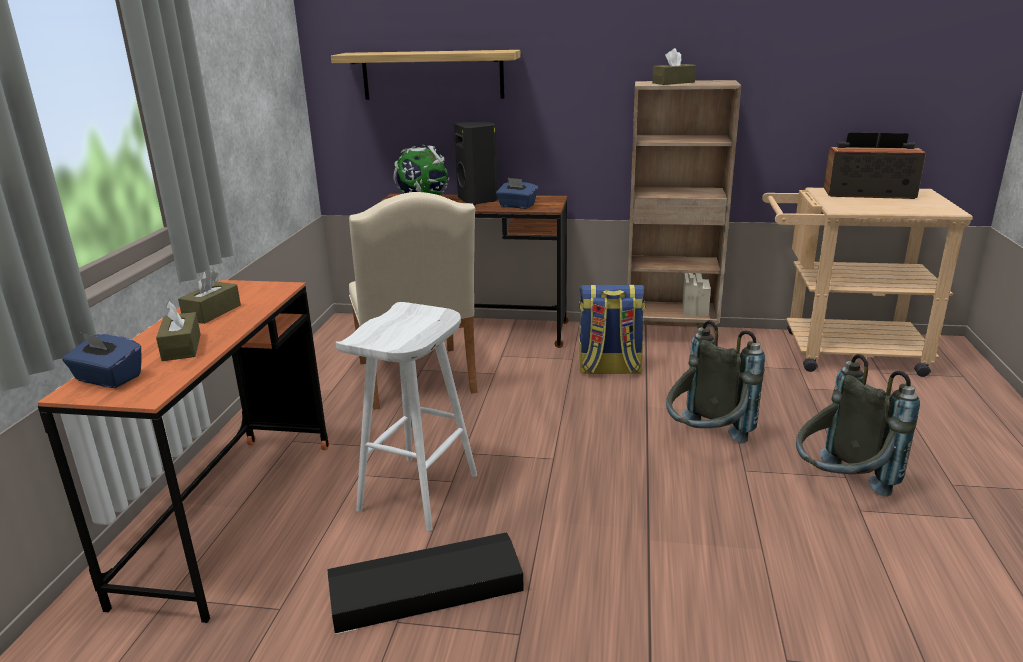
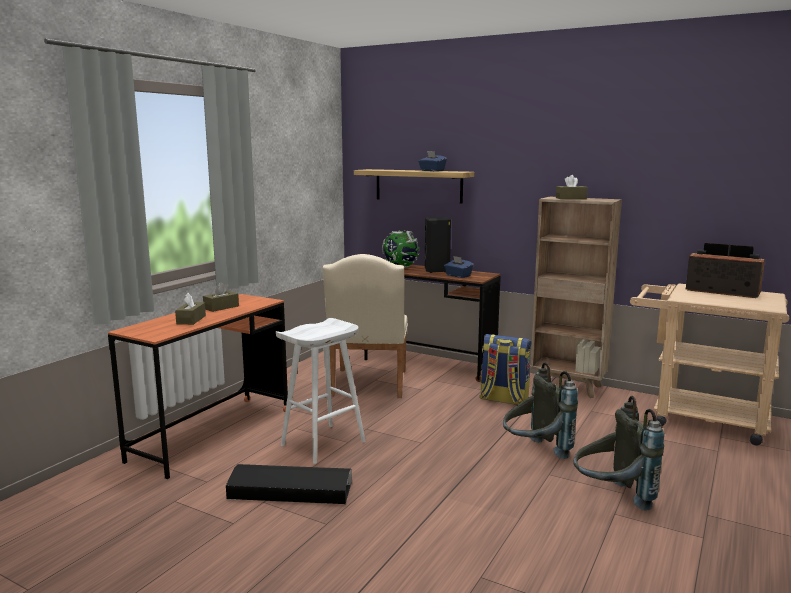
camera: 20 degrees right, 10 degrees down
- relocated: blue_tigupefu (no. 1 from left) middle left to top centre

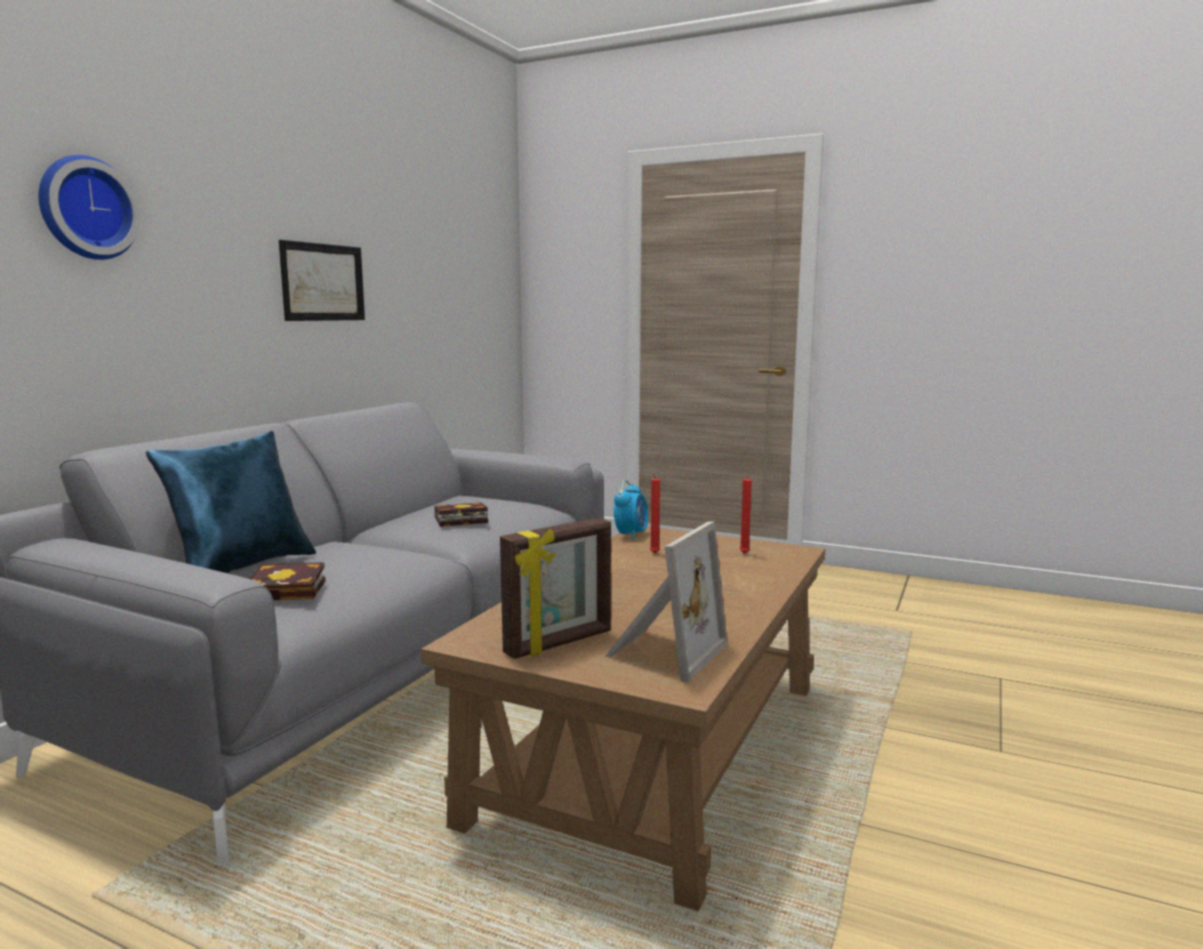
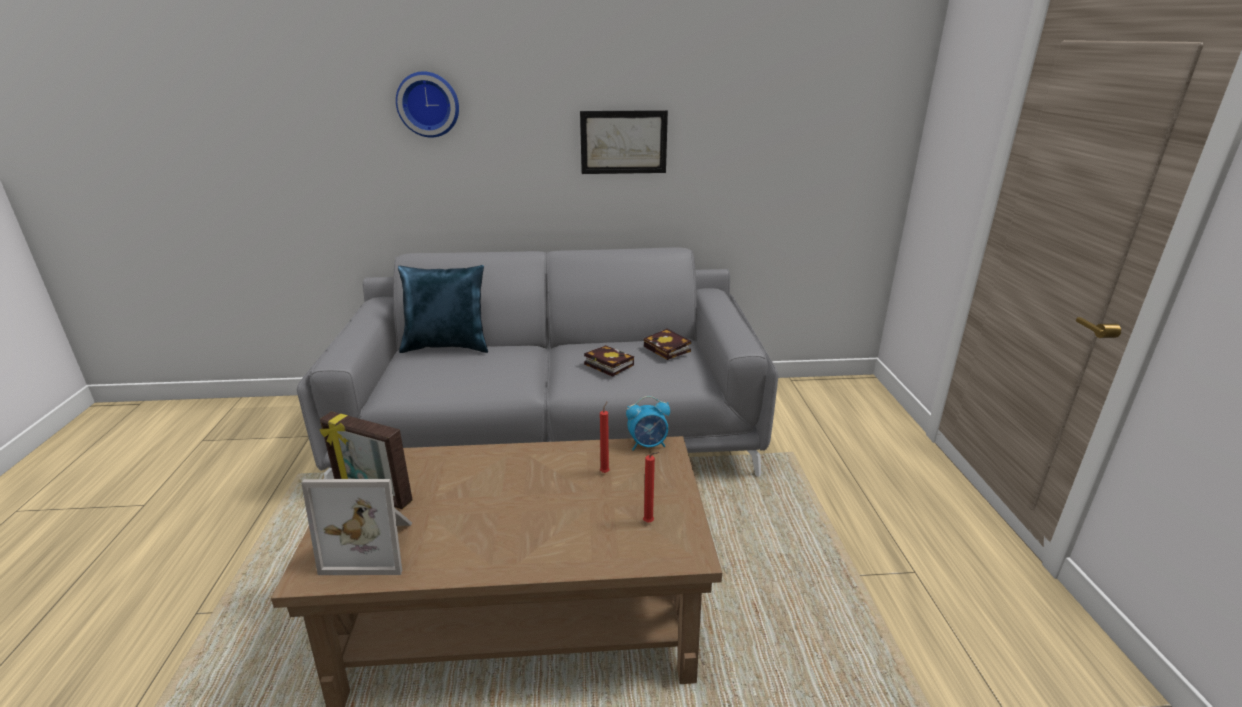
camera: 60 degrees right, 15 degrees up
- relocated: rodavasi (no. 1 from left in the first image) middle left to rodavasi (no. 2 from left) centre

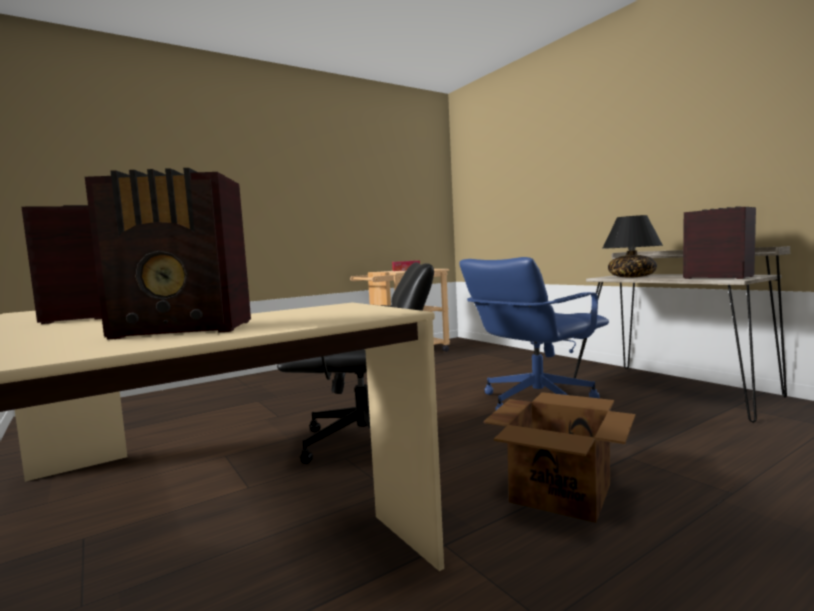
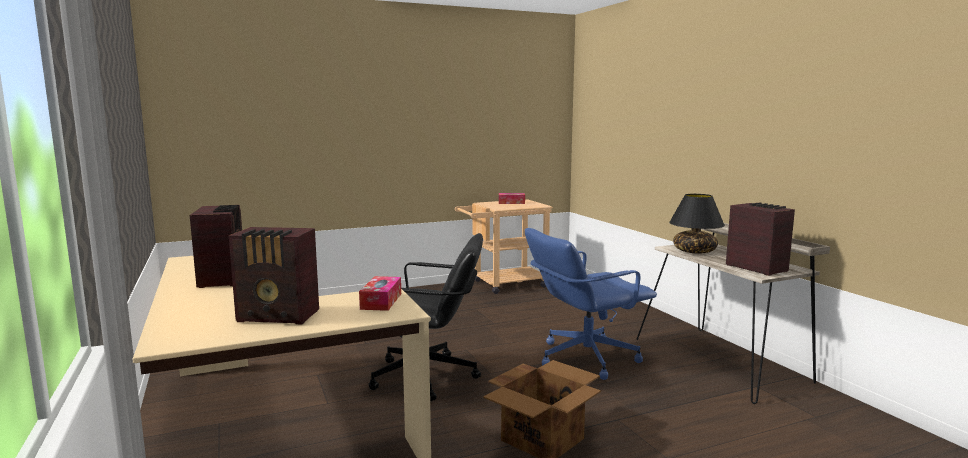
camera: 10 degrees right, 5 degrees up
- appeared: tigupefu (no. 1 from left) centre

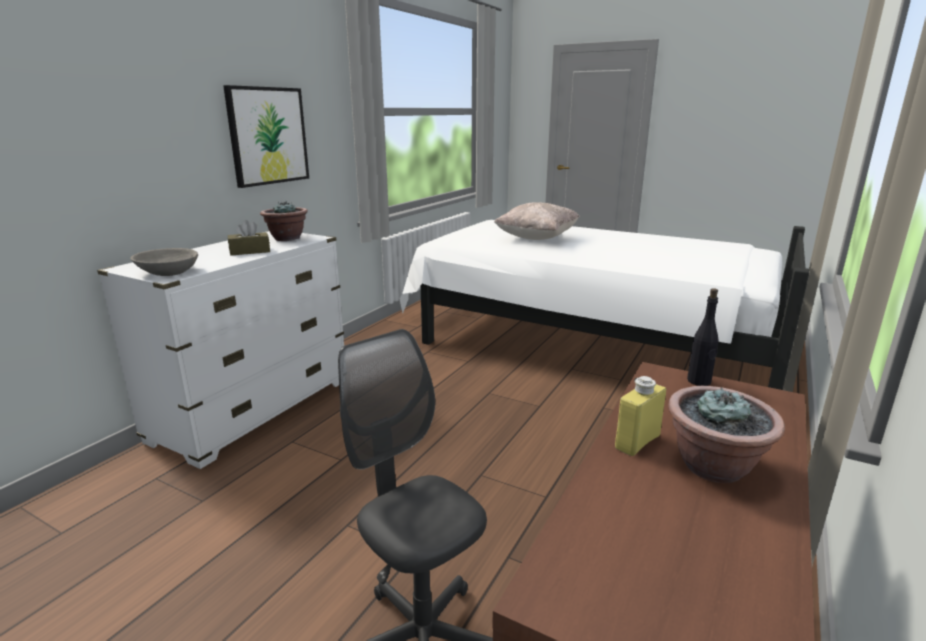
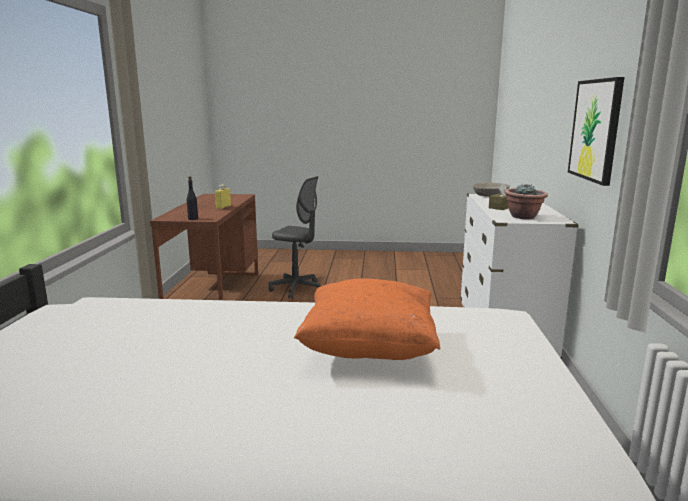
camera: 155 degrees right, 5 degrees down
- missing: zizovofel (no. 2 from left) bottom right
- colour: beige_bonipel centre to orange_bonipel centre

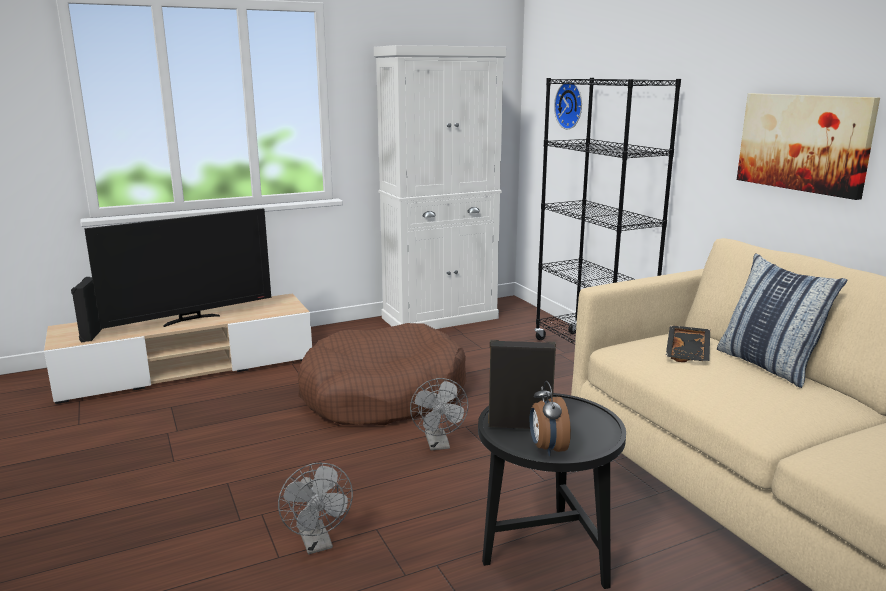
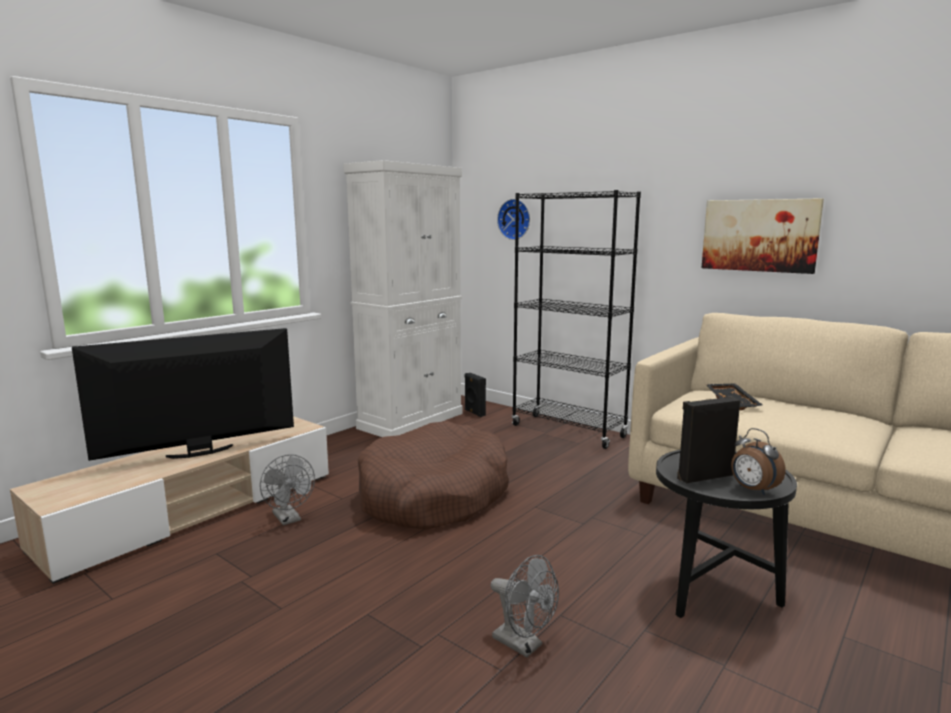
camera: 25 degrees left, 5 degrees down
- missing: bonipel middle right
- relocated: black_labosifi (no. 1 from left) middle left to centre
- relocated: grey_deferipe (no. 2 from left in the first image) bottom centre to grey_deferipe (no. 1 from left) bottom left
- spun: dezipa middle left = middle left 150 degrees counterclockwise

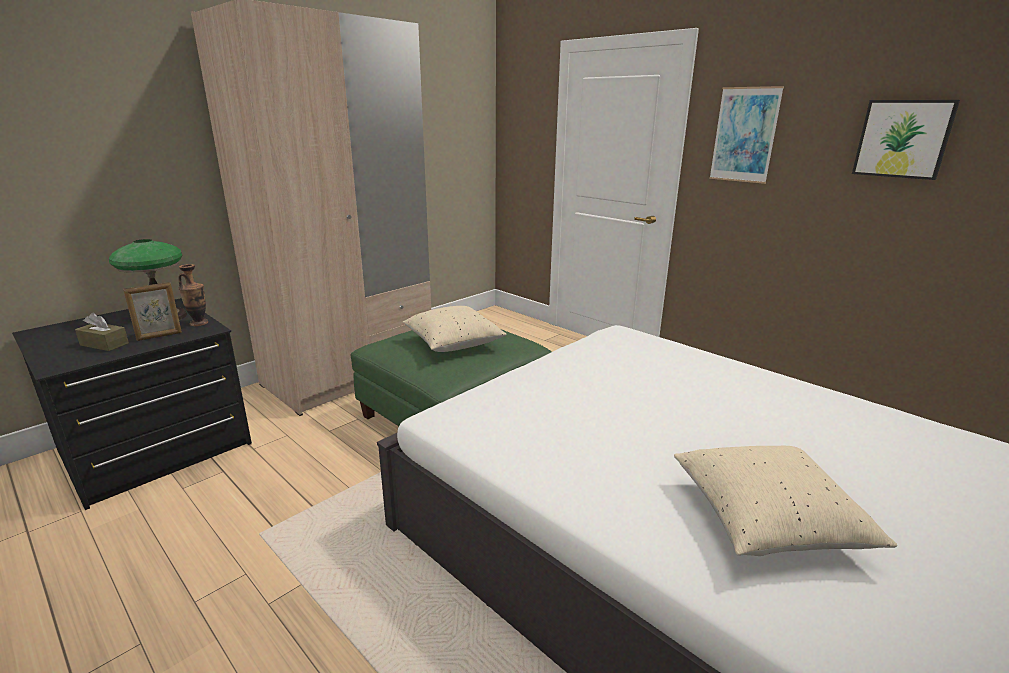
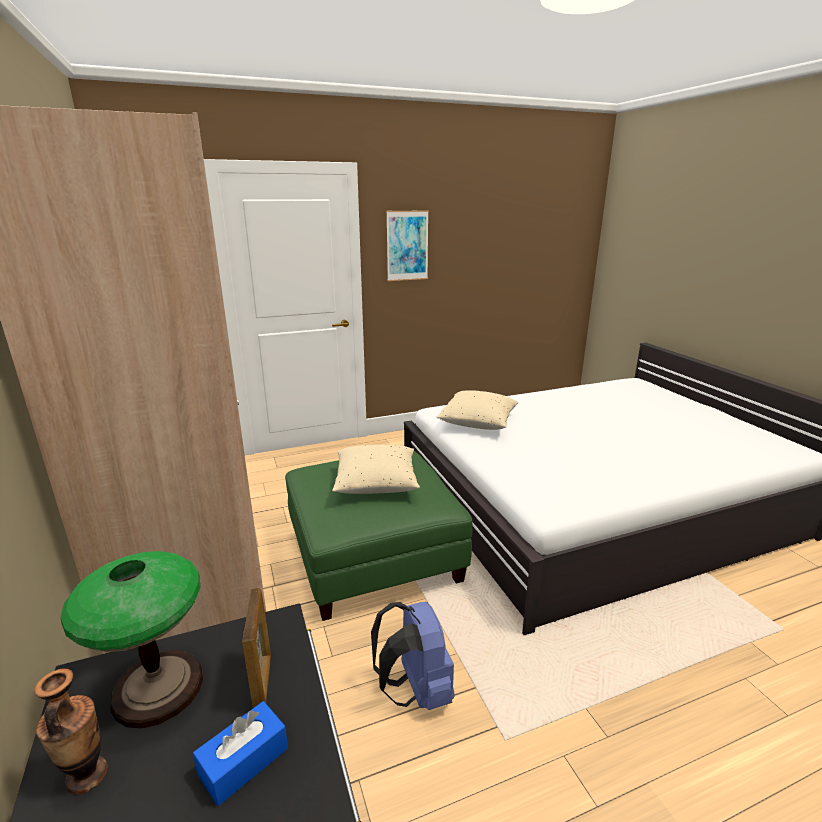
camera: 65 degrees left, 0 degrees up
- missing: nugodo (no. 2 from left) top right
- appeared: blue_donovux bottom centre
- relocated: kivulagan middle left to bottom left
- relocated: beige_bonipel (no. 2 from left) bottom right to centre
- colour: brown_tigupefu middle left to blue_tigupefu bottom left

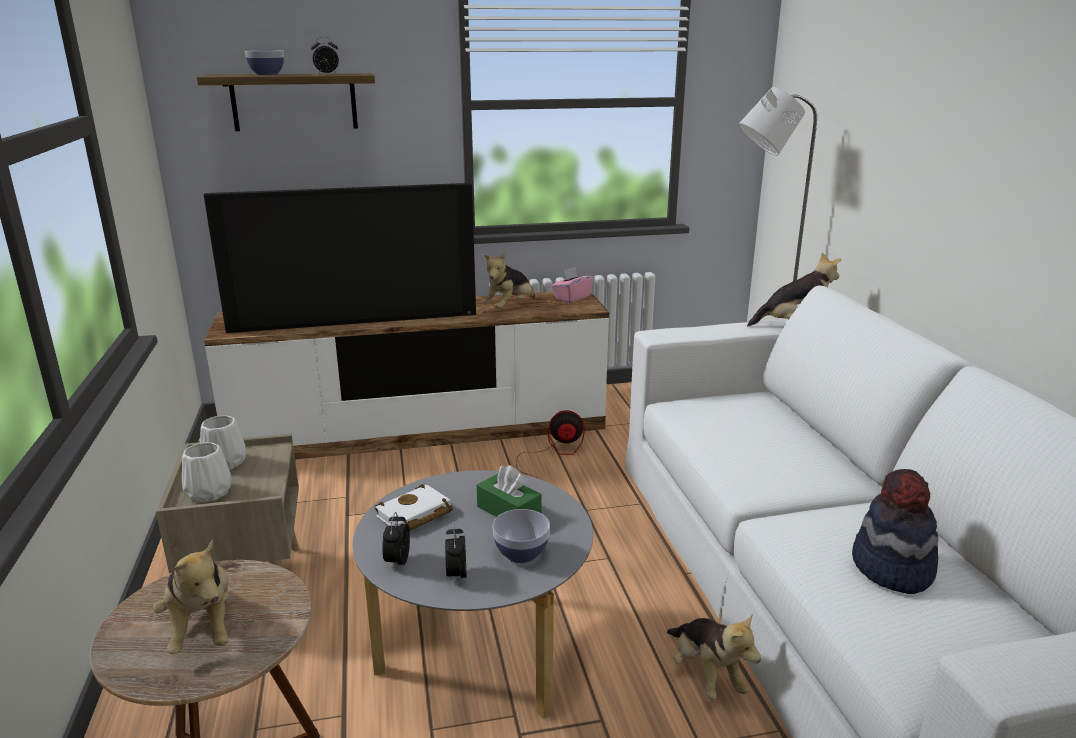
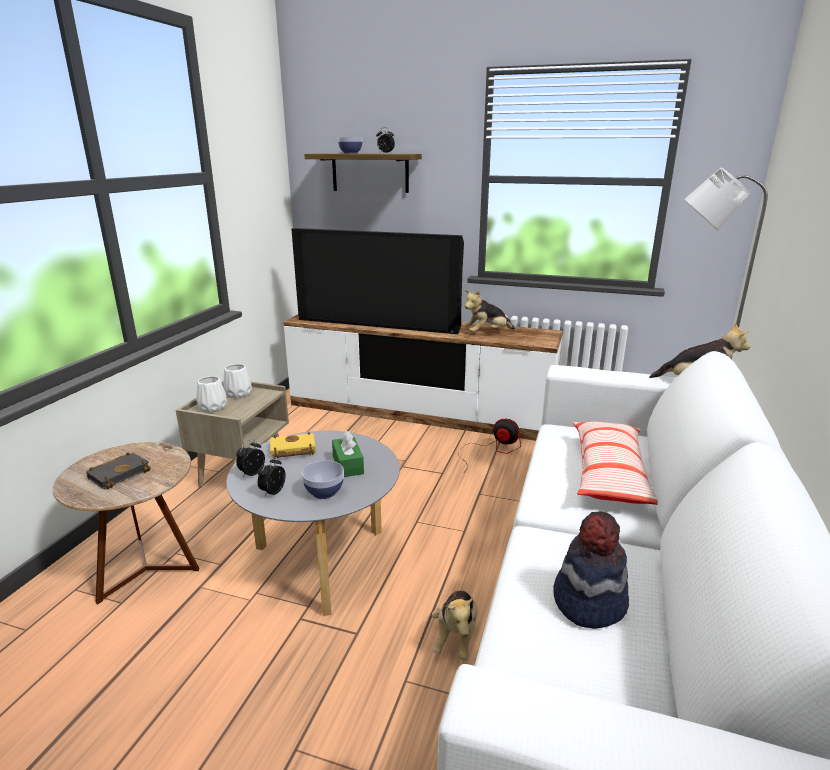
camera: 30 degrees right, 0 degrees up
- missing: pink_tigupefu centre
- appeared: bonipel middle right
- exchanged: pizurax (no. 1 from left) bottom left to black_rodavasi middle left
- colour: white_rodavasi bottom centre to yellow_rodavasi centre

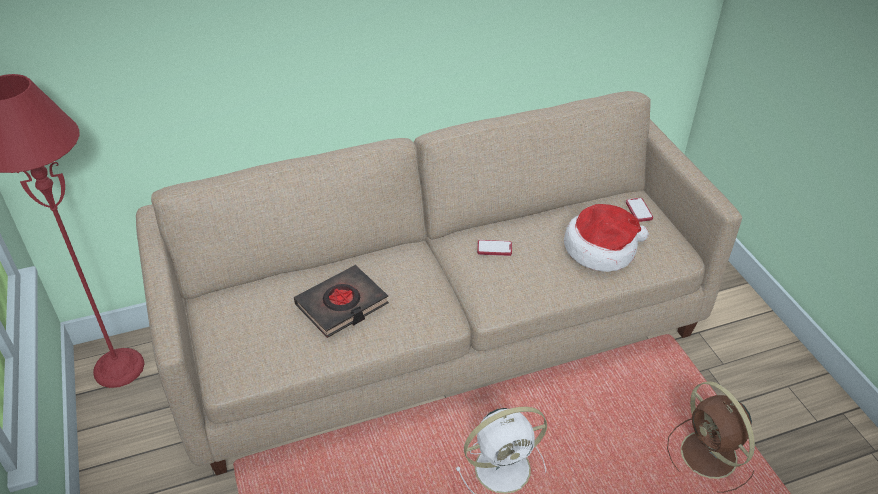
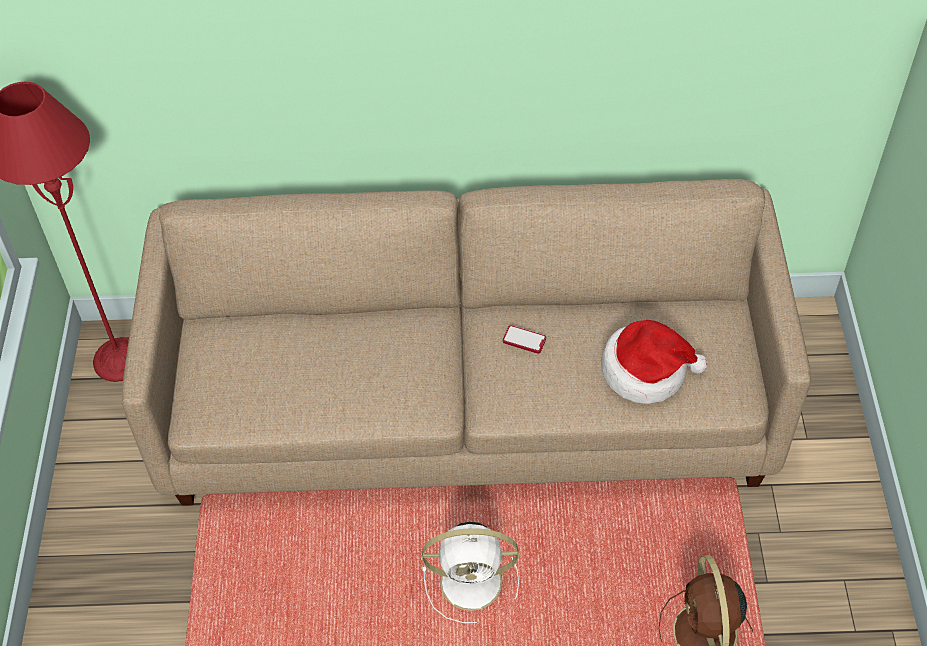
camera: 20 degrees right, 10 degrees up
- missing: black_rodavasi centre
- missing: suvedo (no. 2 from left) middle right

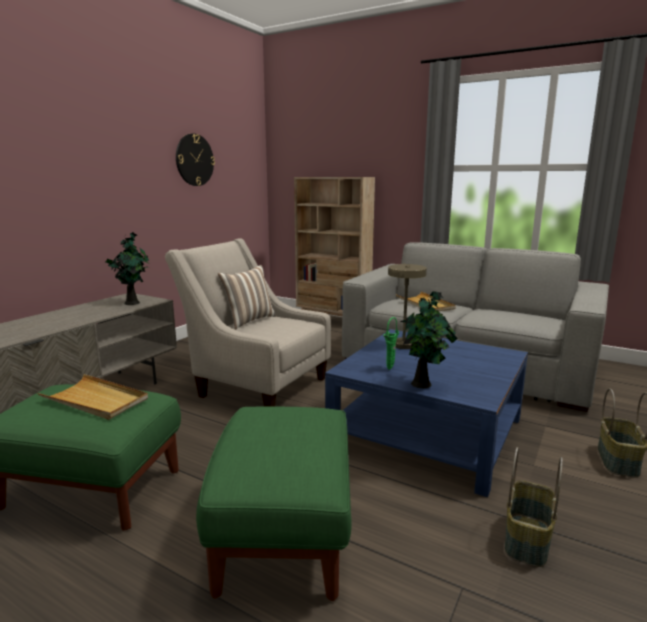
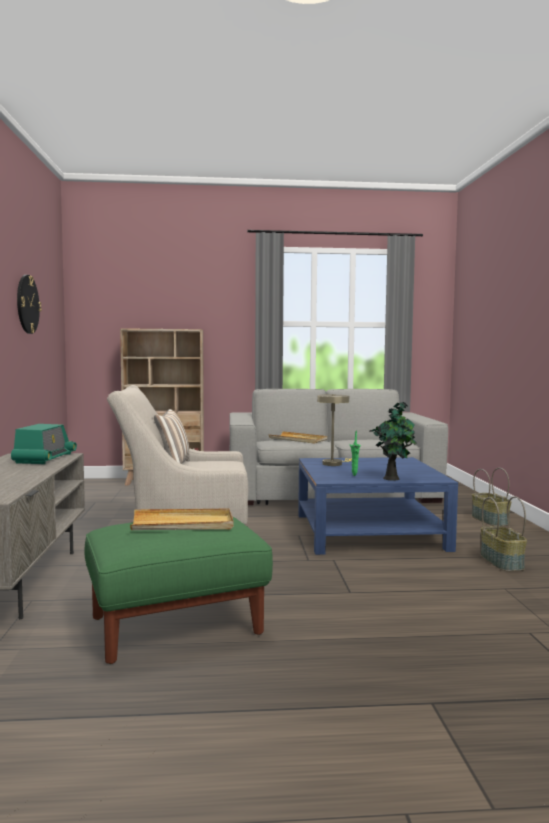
camera: 35 degrees left, 10 degrees down
- missing: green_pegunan (no. 2 from left) bottom centre
- exchanged: zizovofel (no. 1 from left) middle left to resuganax middle left

